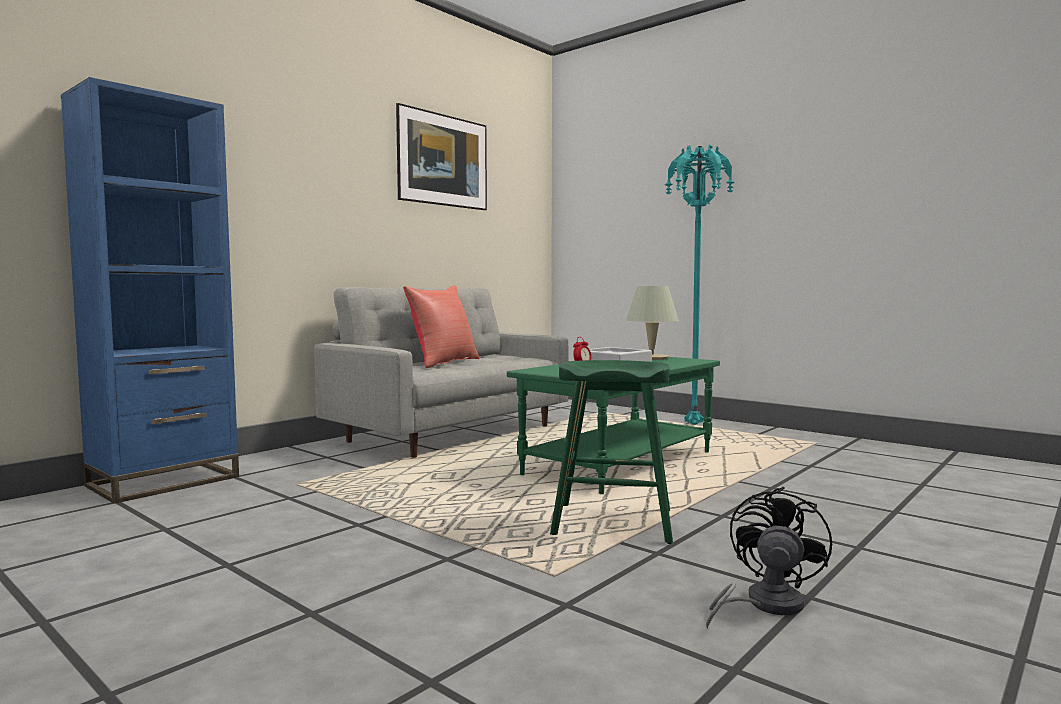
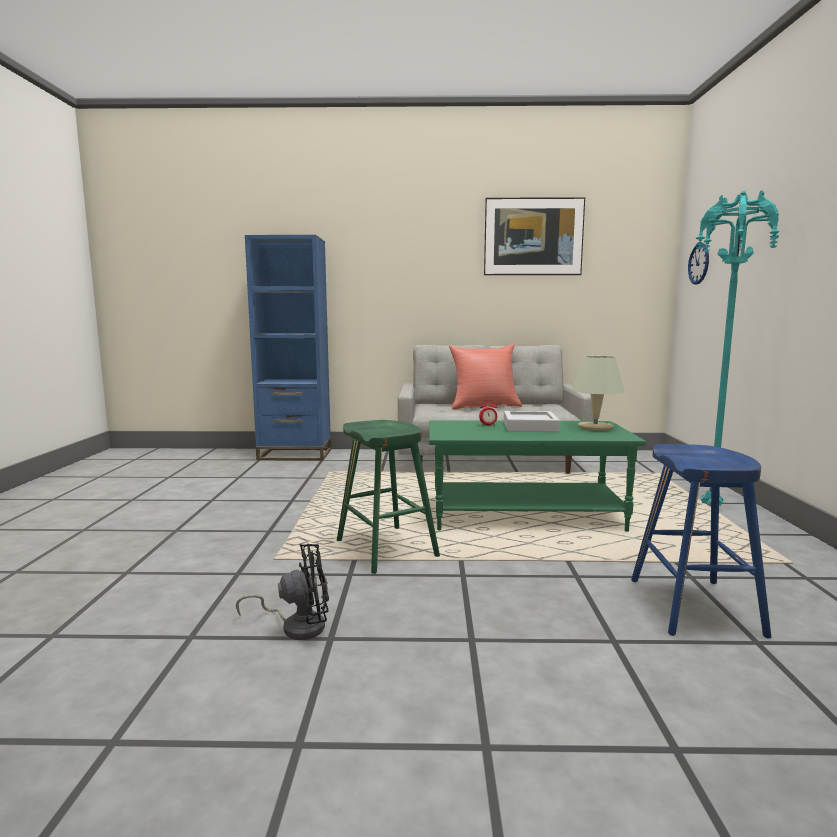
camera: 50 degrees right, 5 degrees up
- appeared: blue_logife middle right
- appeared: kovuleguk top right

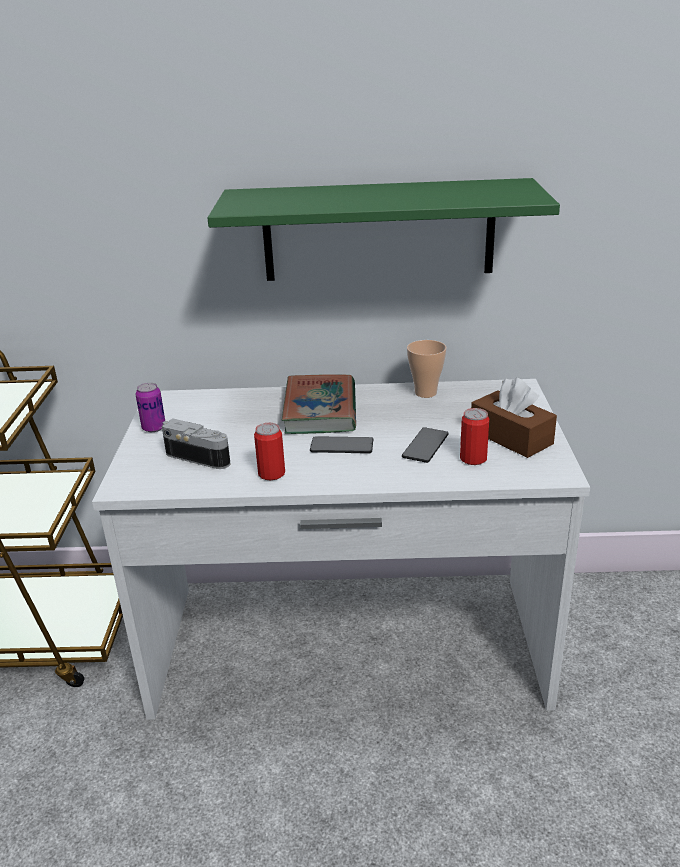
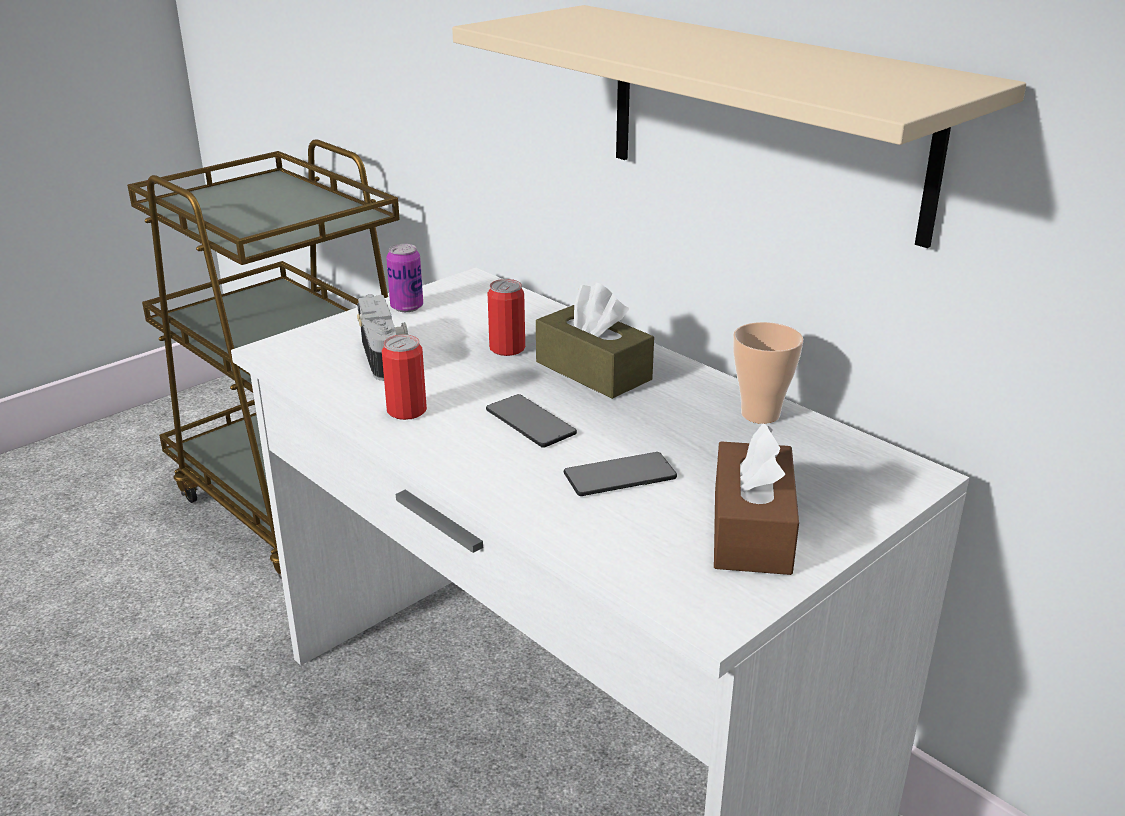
camera: 45 degrees right, 0 degrees up
- relocated: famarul (no. 3 from left) middle right to centre
- exchanged: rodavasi centre to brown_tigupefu (no. 1 from left) centre
- colour: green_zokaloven top centre to beige_zokaloven top centre

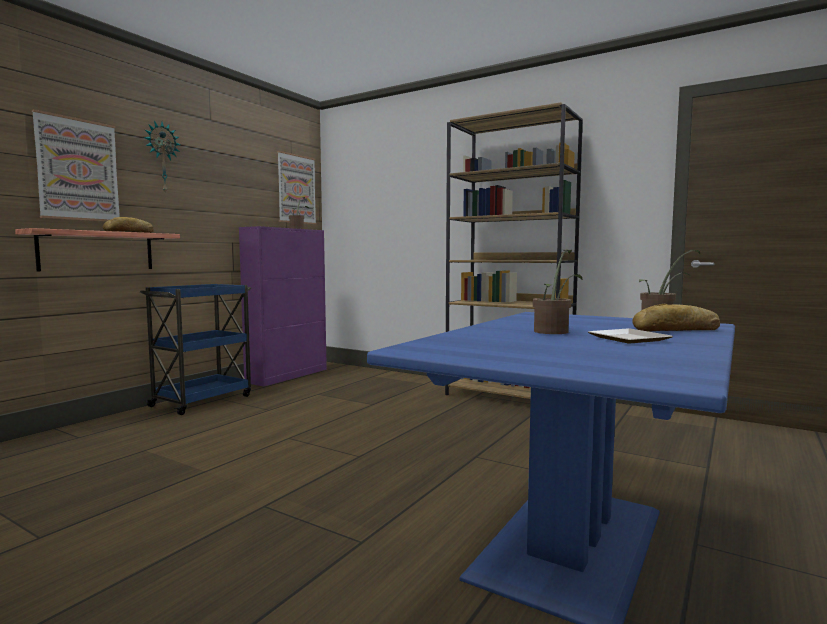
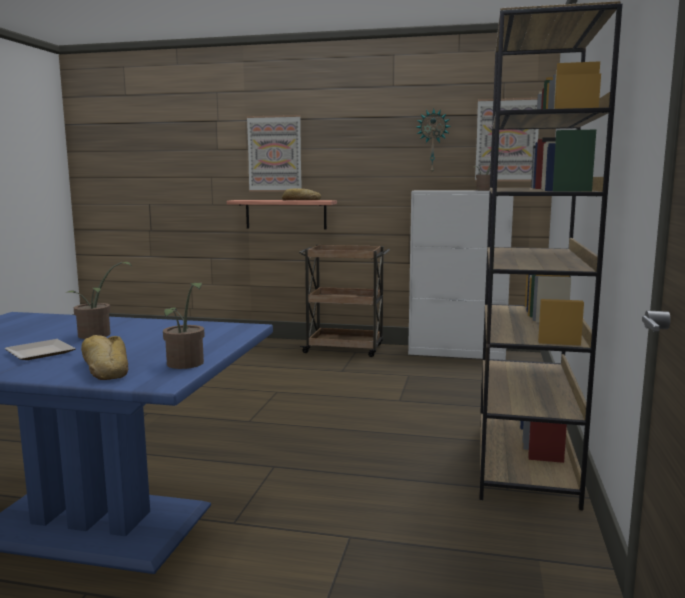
camera: 70 degrees right, 5 degrees up
- relocated: kovuleguk top left to top centre
- colour: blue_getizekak middle left to brown_getizekak centre
- colour: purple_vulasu centre to white_vulasu middle right

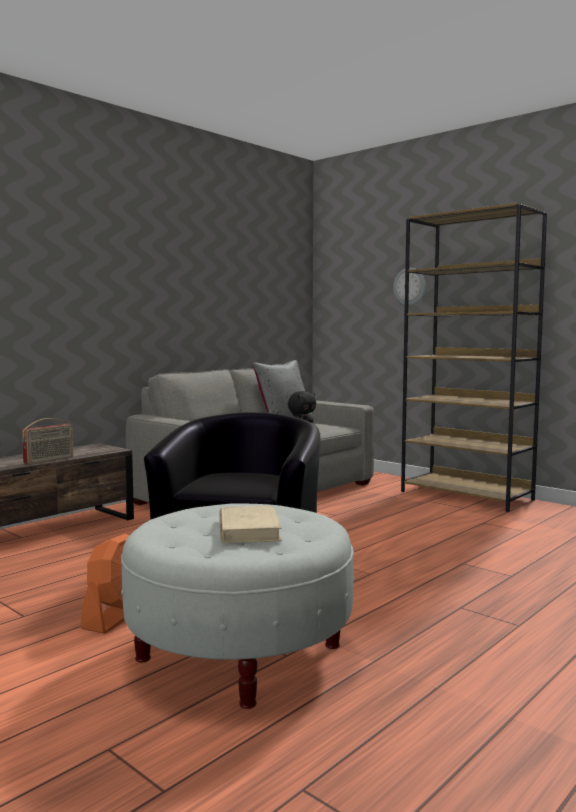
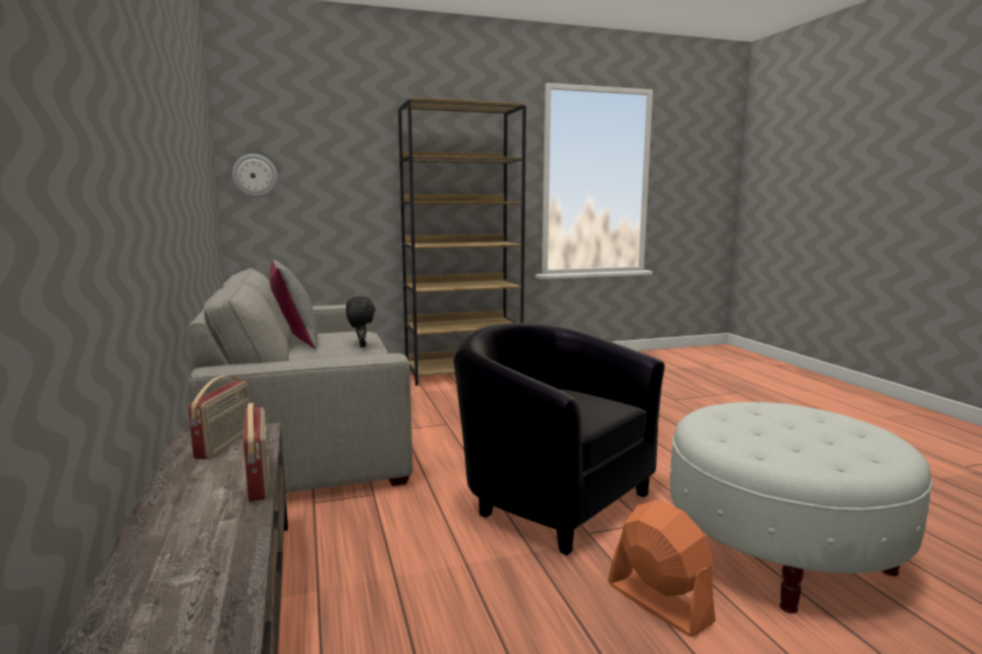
camera: 60 degrees left, 5 degrees up
- missing: beige_rodavasi centre
- appeared: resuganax (no. 1 from left) middle left
- relocated: kovuleguk middle right to top left

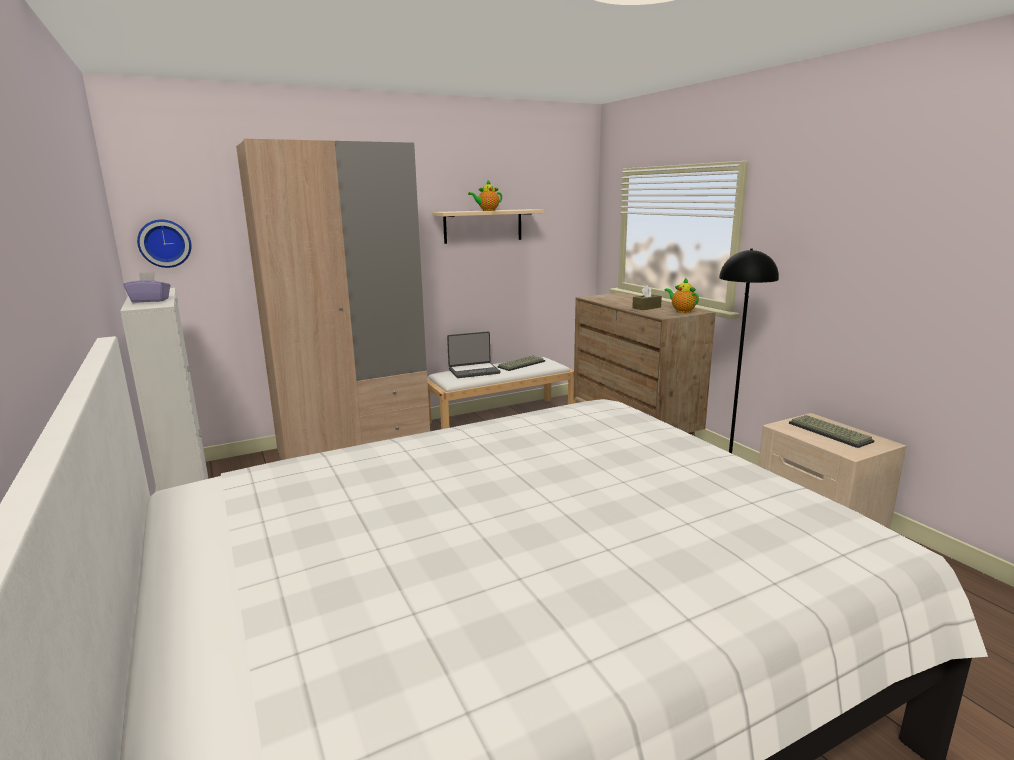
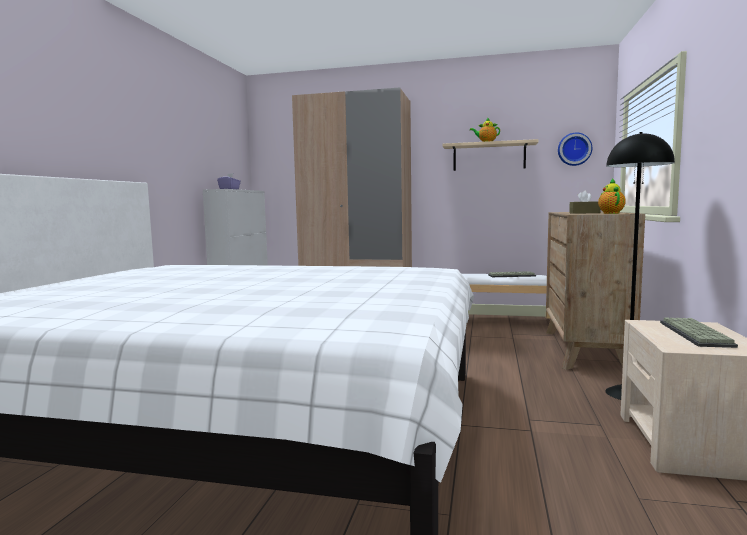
camera: 40 degrees right, 10 degrees down
- missing: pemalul centre
- relocated: kovuleguk top left to top right

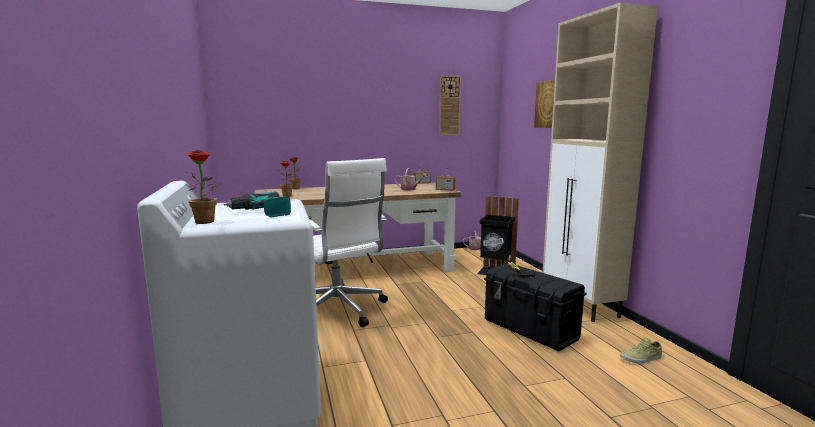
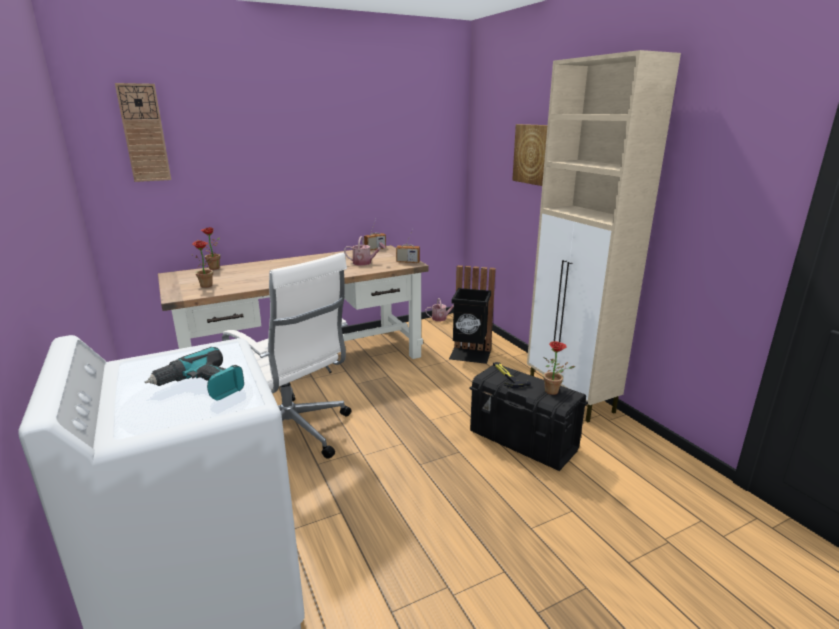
camera: 10 degrees left, 10 degrees up
- missing: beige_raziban bottom right
- relocated: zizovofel (no. 1 from left in the first image) middle left to zizovofel (no. 3 from left) centre
- relocated: kovuleguk top centre to top left

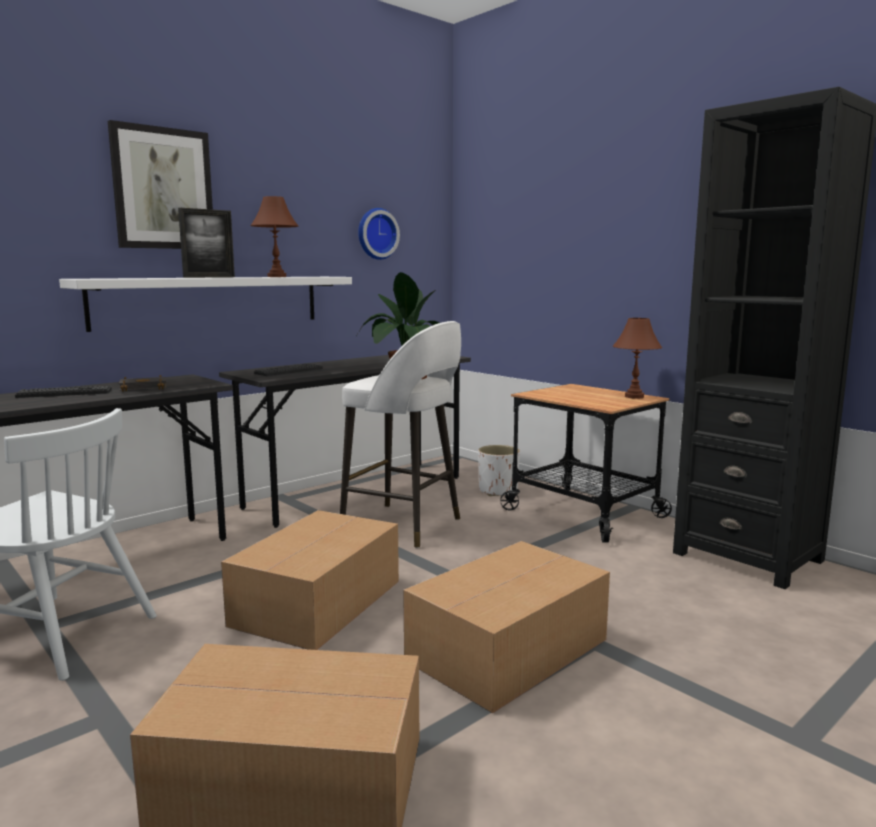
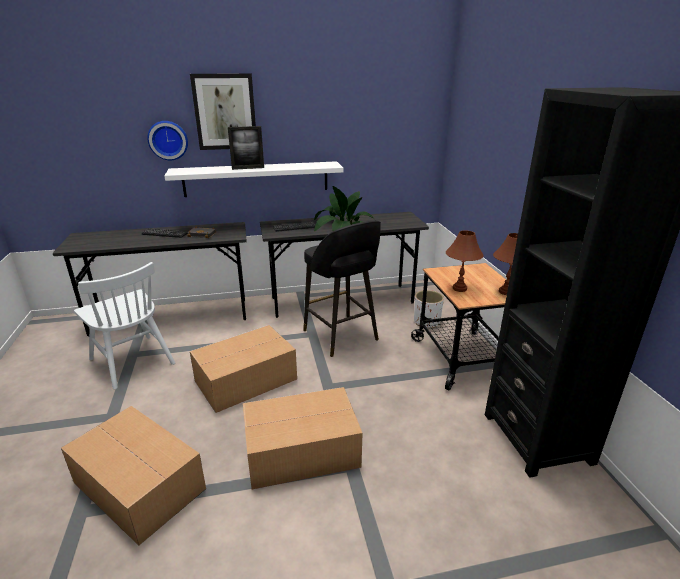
camera: 30 degrees right, 15 degrees up
- relocated: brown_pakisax (no. 1 from left) top left to middle right
- relocated: kovuleguk top centre to top left
- colour: white_logife centre to black_logife centre

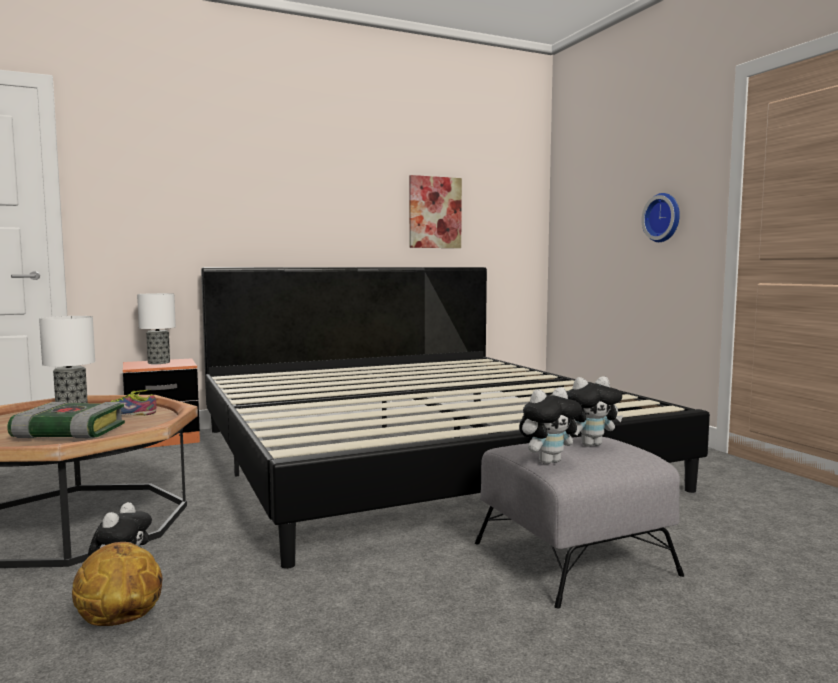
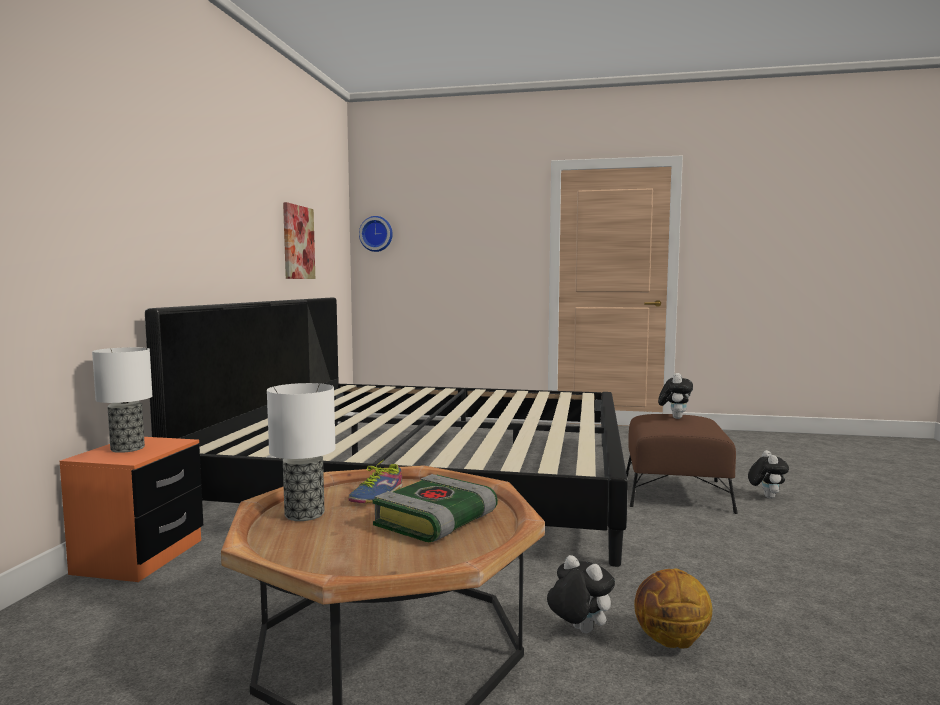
camera: 55 degrees left, 0 degrees up
- relocated: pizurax (no. 2 from left in the first image) centre to pizurax (no. 3 from left) bottom right
- relocated: kovuleguk top right to top centre
- colour: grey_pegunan bottom right to brown_pegunan middle right

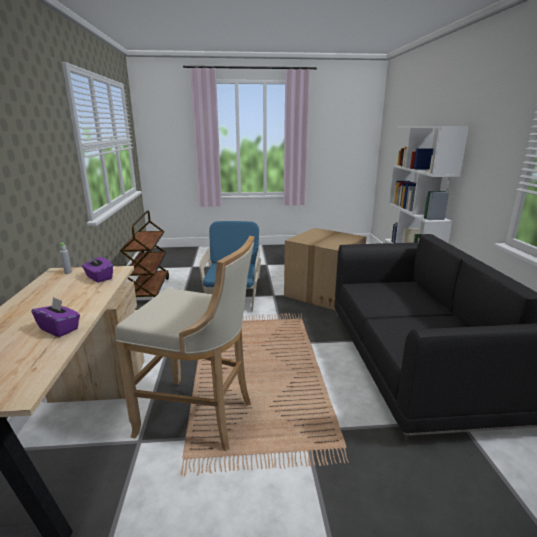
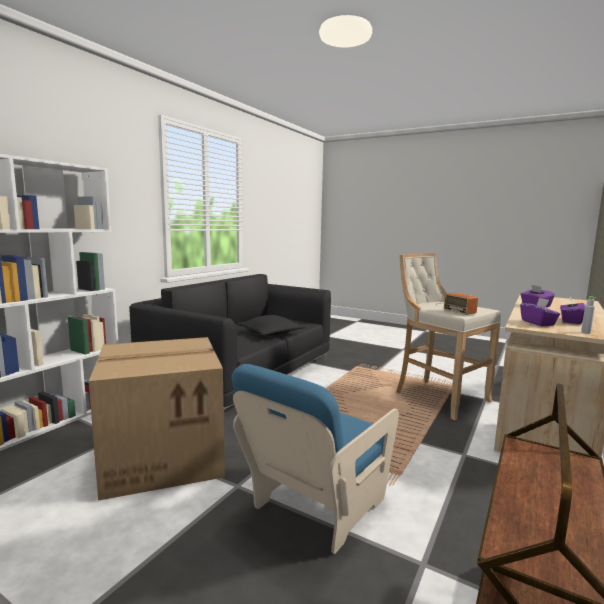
camera: 145 degrees left, 10 degrees down
- appeared: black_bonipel centre
- appeared: resuganax middle right
- appeared: purple_tigupefu (no. 3 from left) middle right

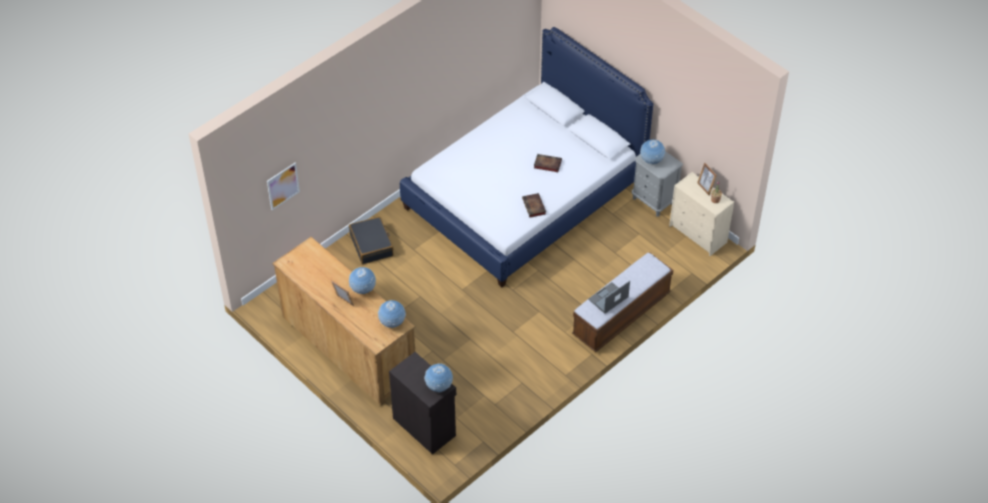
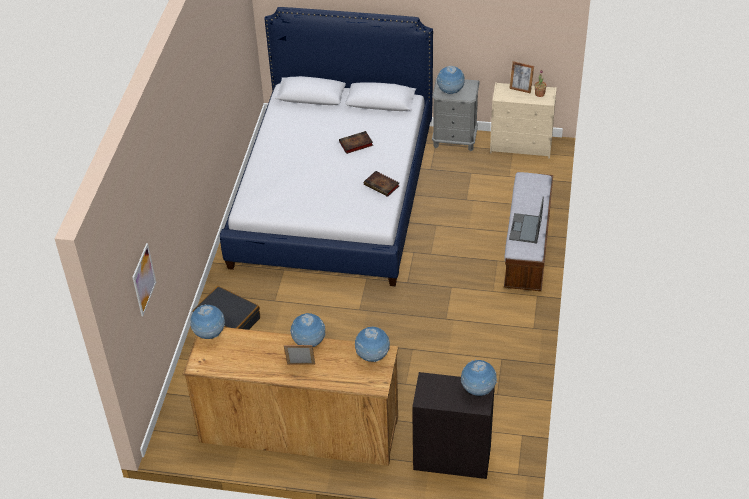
camera: 35 degrees left, 5 degrees down
- appeared: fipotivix (no. 1 from left) middle left

